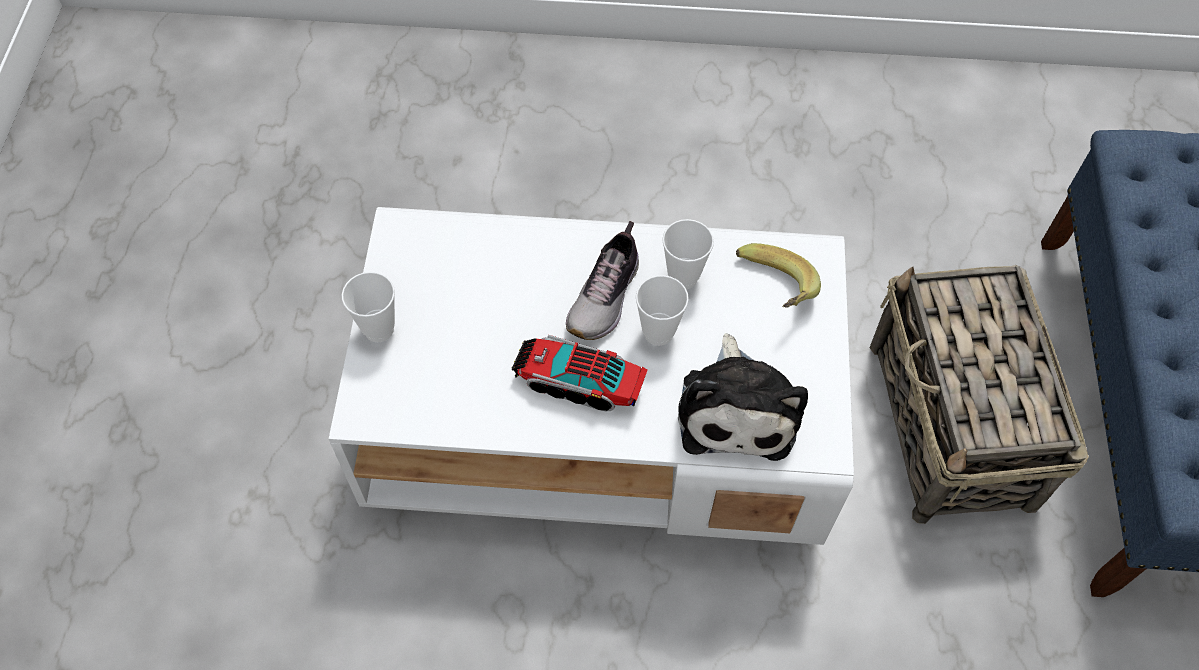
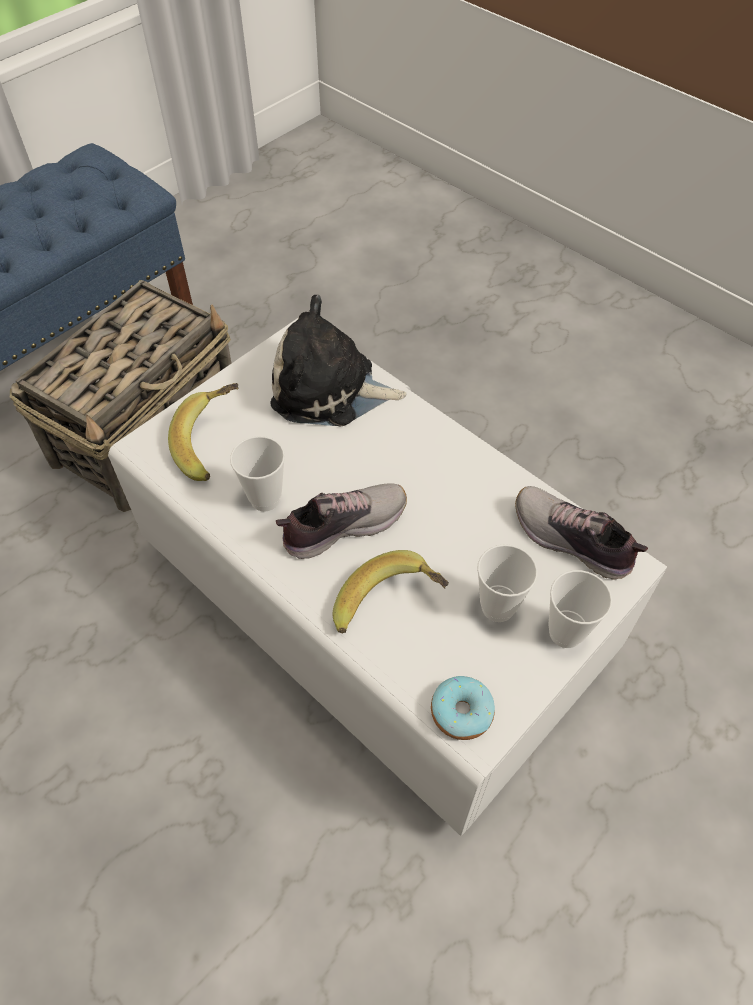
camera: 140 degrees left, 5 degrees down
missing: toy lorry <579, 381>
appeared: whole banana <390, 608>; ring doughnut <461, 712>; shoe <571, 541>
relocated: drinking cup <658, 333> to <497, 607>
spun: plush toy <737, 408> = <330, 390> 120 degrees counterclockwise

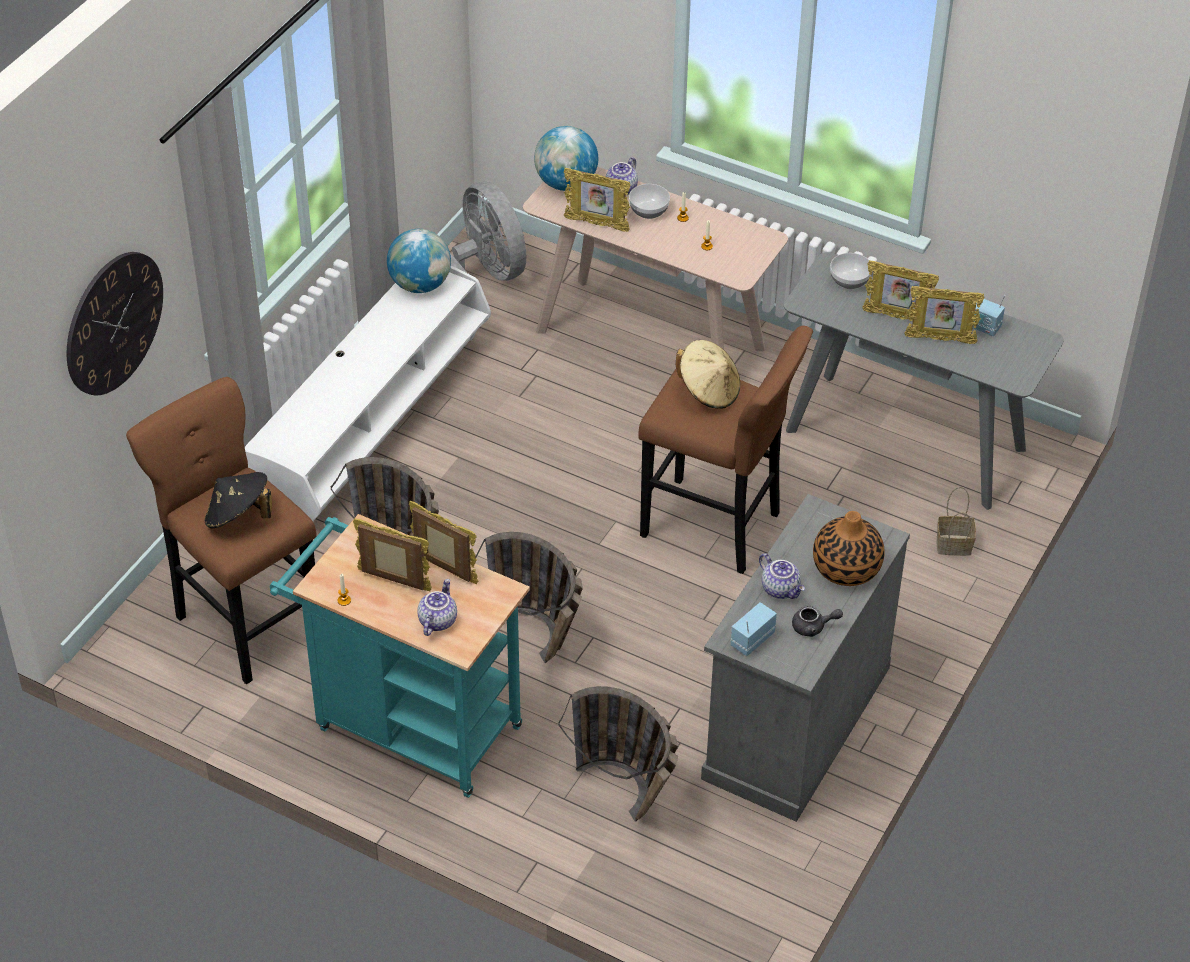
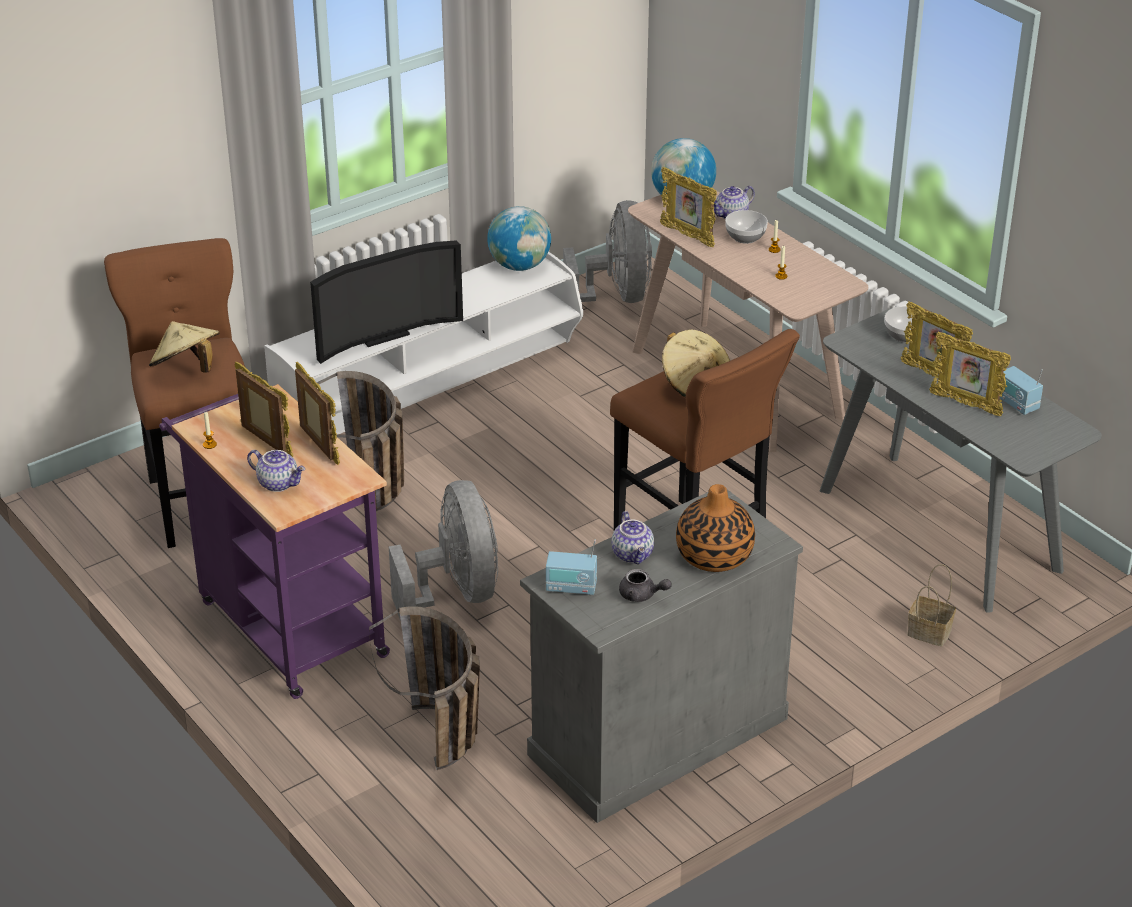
camera: 25 degrees right, 10 degrees down
missing: wall clock <114, 323>
appeared: TV <382, 334>
exchanged: storage basket <541, 643> to grey cooling fan <456, 595>
colour: blackish wearable hat <238, 517> to sand-coloured wearable hat <187, 369>; blue-green trolley <408, 724> to purple-coloured trolley <285, 622>
spun: tea pot <437, 620> = <279, 483> 75 degrees clockwise; radio <752, 640> = <571, 588> 150 degrees counterclockwise

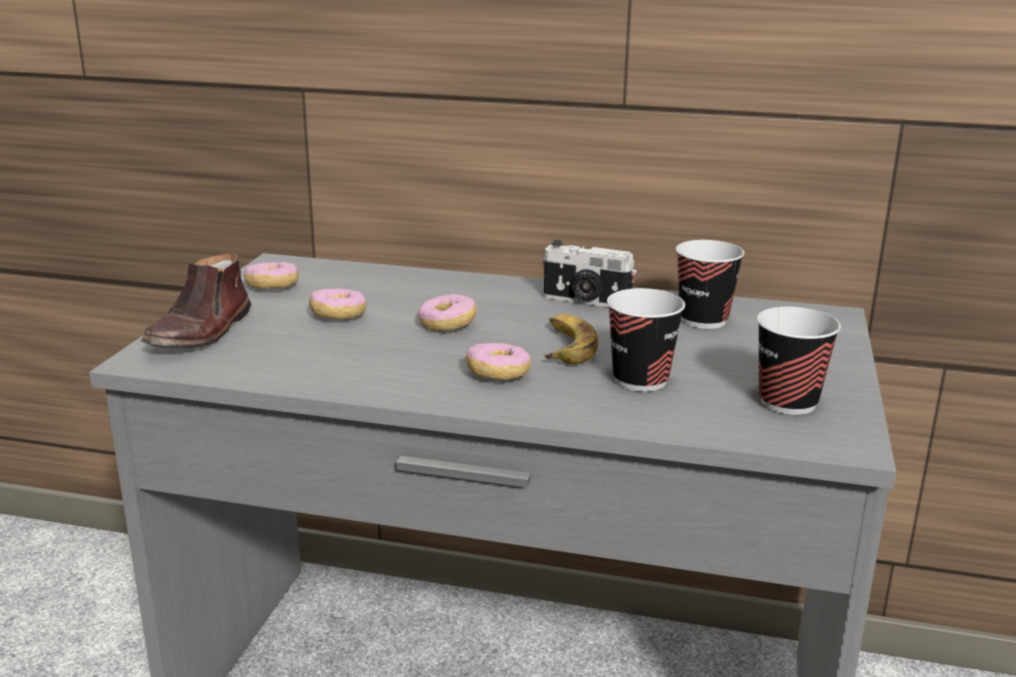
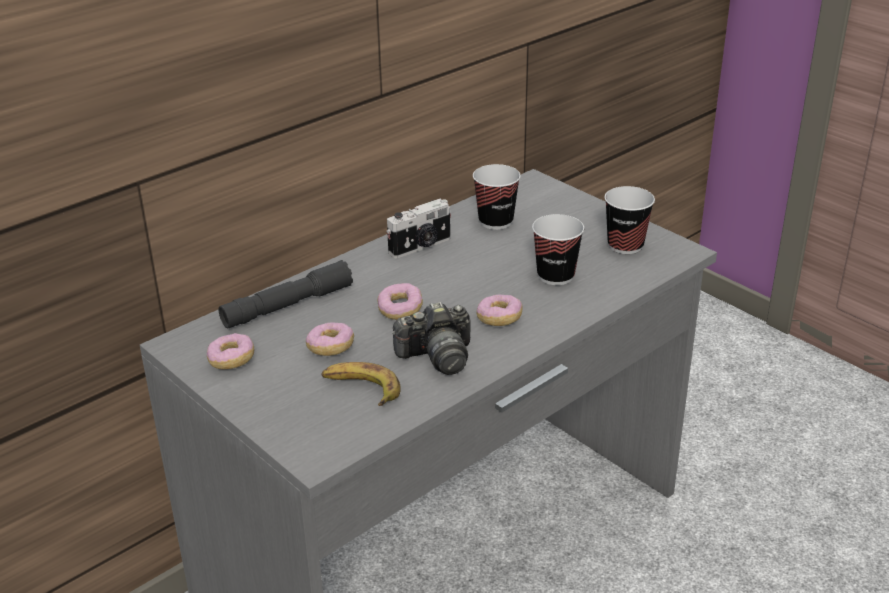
camera: 55 degrees left, 10 degrees up
missing: brown-coloured shoe <202, 332>
appeared: grey torch <287, 306>; still camera <437, 357>
relocated: whole banana <565, 347> to <361, 389>

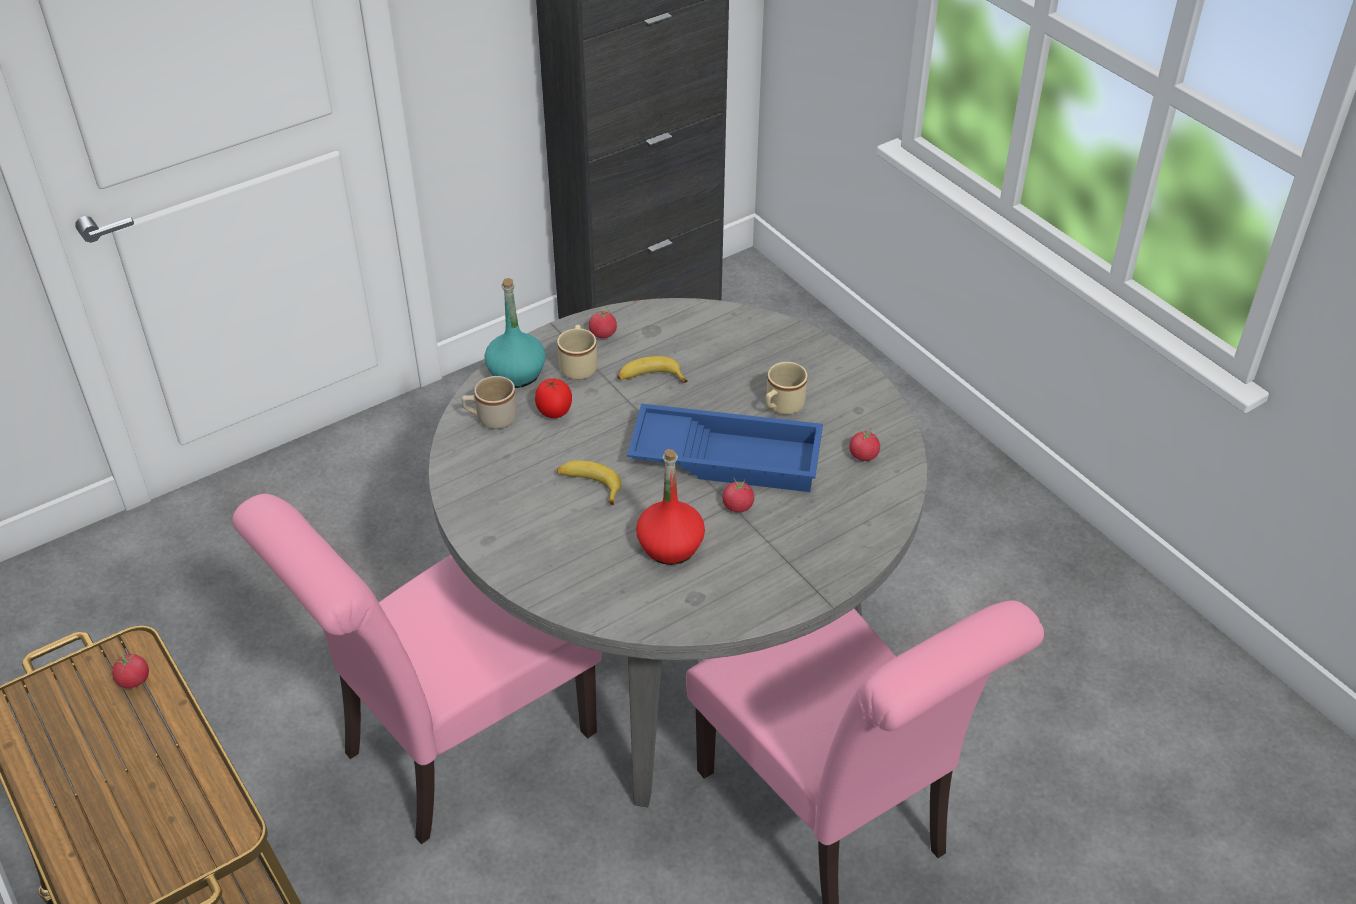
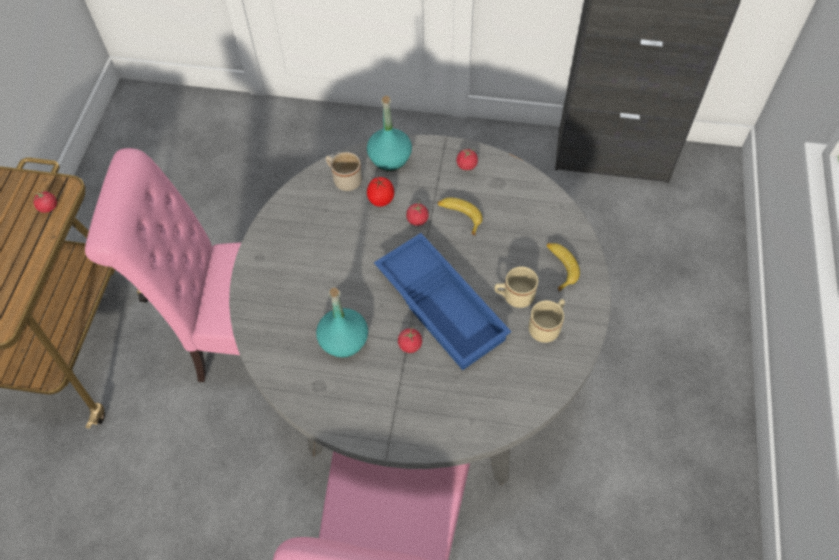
camera: 45 degrees right, 15 degrees up
relocated: sand-coloured tea mug <578, 365> to <547, 326>; whole banana <589, 485> to <559, 267>; whole tomato <863, 455> to <417, 220>
colour: red beverage bottle <670, 546> to blue-green beverage bottle <344, 340>

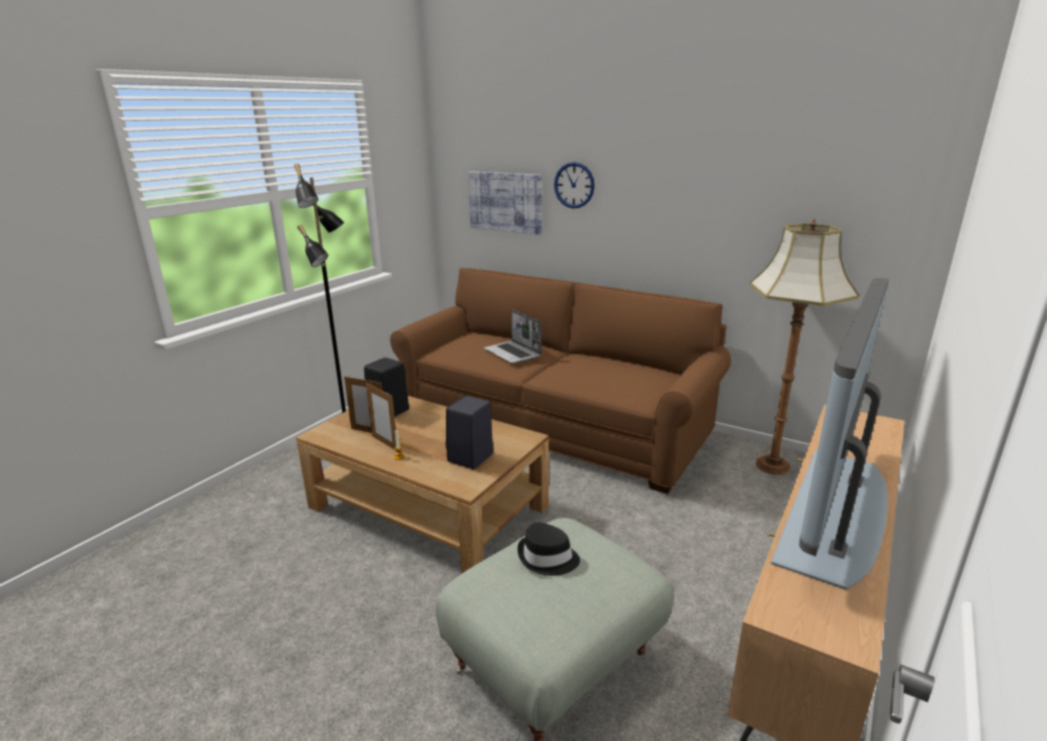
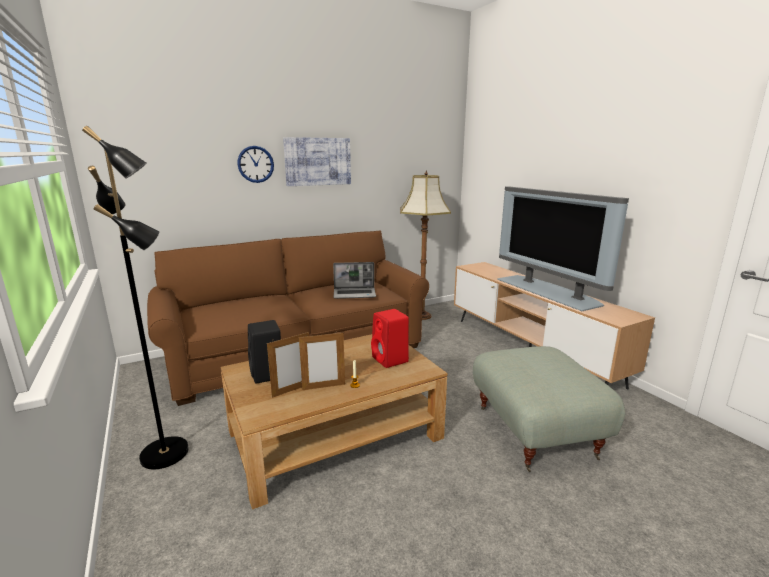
camera: 60 degrees left, 5 degrees down
missing: blackish wearable hat <547, 558>
relocated: wall picture <505, 202> to <318, 161>; portable computer <513, 353> to <355, 294>
colour: blackish loudspeaker <470, 459> to red loudspeaker <391, 360>

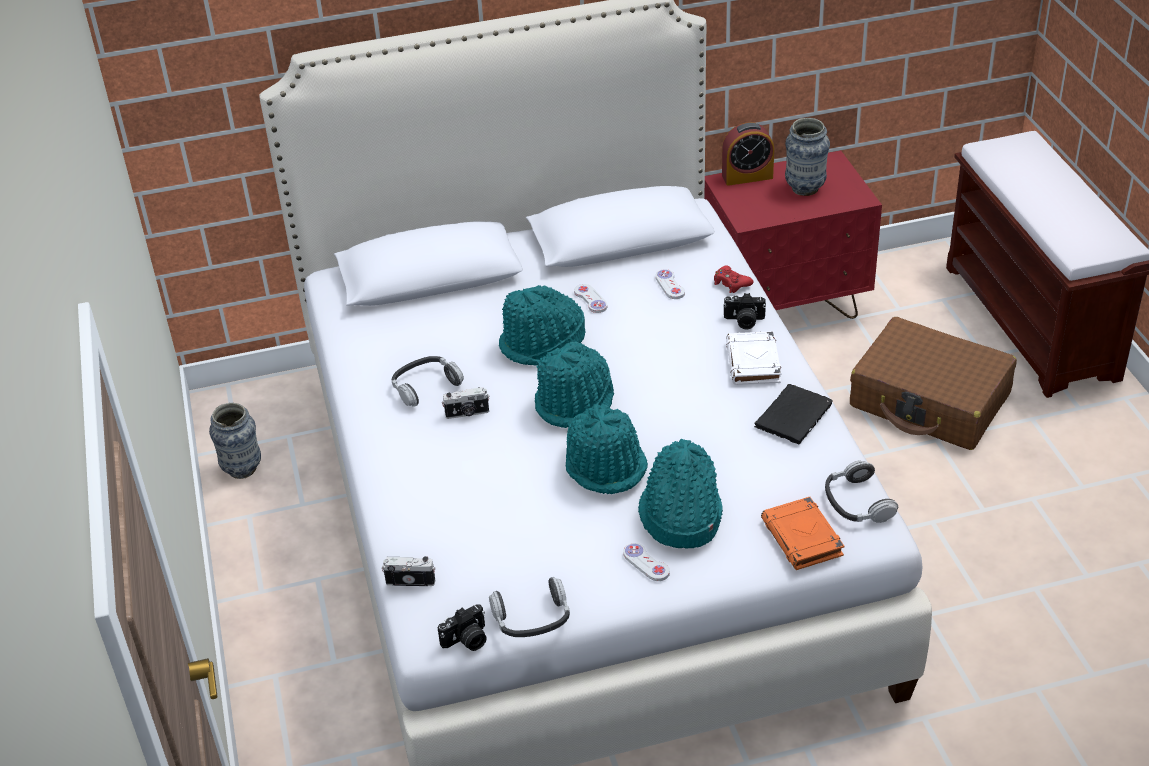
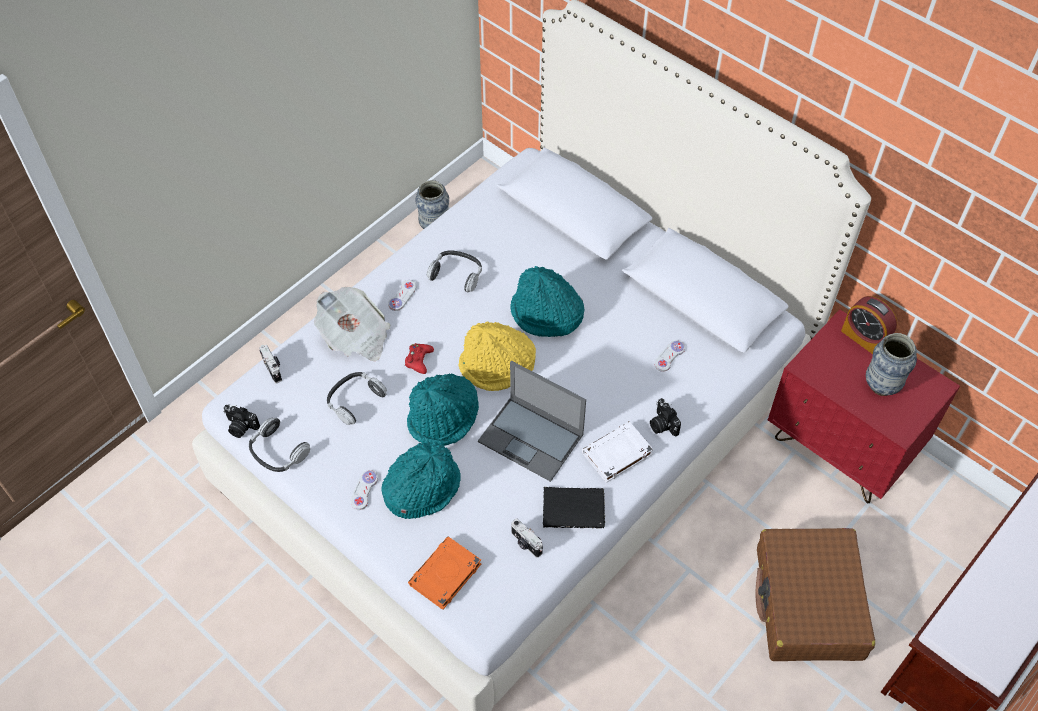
camera: 55 degrees right, 15 degrees up
appeared: daily paper <355, 336>; portable computer <532, 438>
relocated: still camera <467, 414> to <525, 543>; white-coloured game controller <590, 299> to <402, 296>; red game controller <731, 283> to <418, 360>; pair of headphones <857, 502> to <355, 400>
colour: blue-green wearable hat <575, 401> to yellowish wearable hat <497, 366>

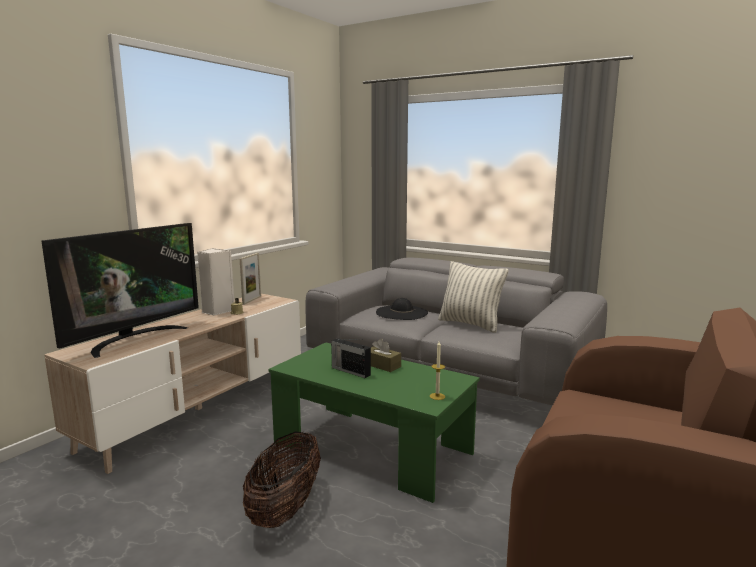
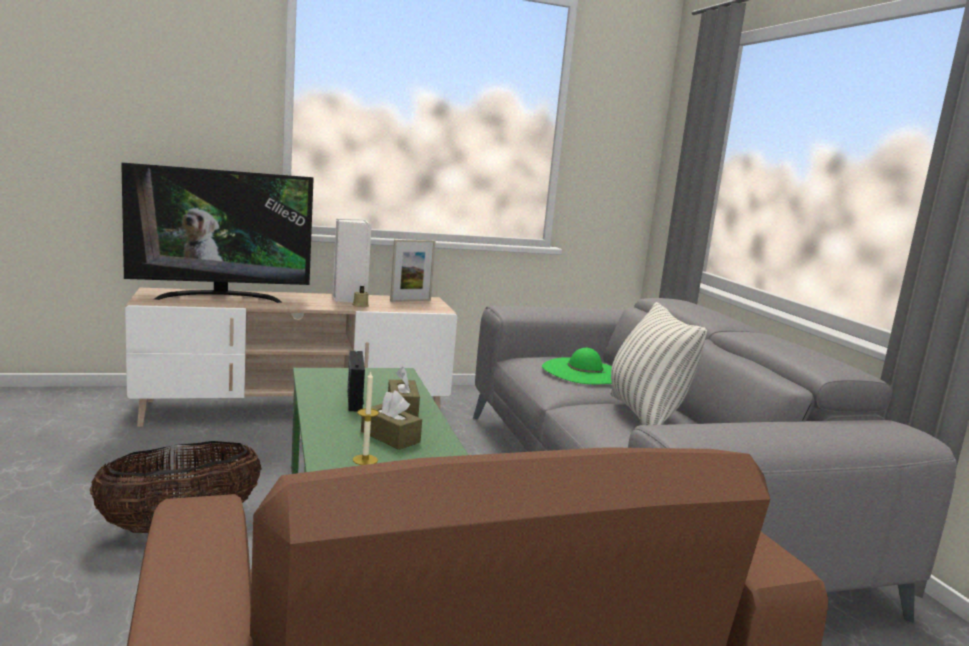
camera: 40 degrees right, 0 degrees up
appeared: brown-coloured box of tissues <390, 437>
colour: blackish wearable hat <401, 312> to greenish wearable hat <584, 372>

